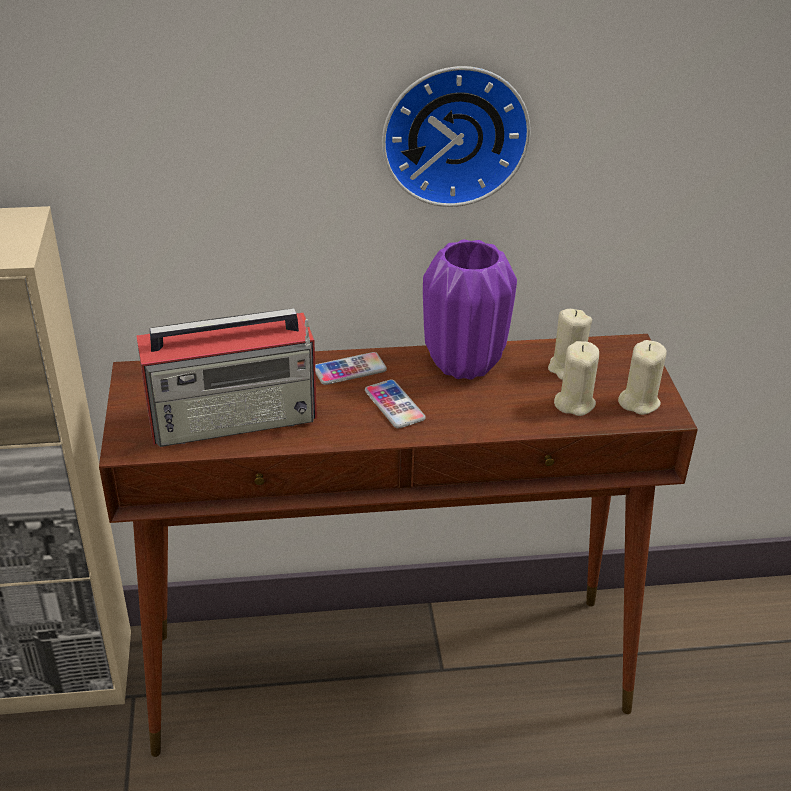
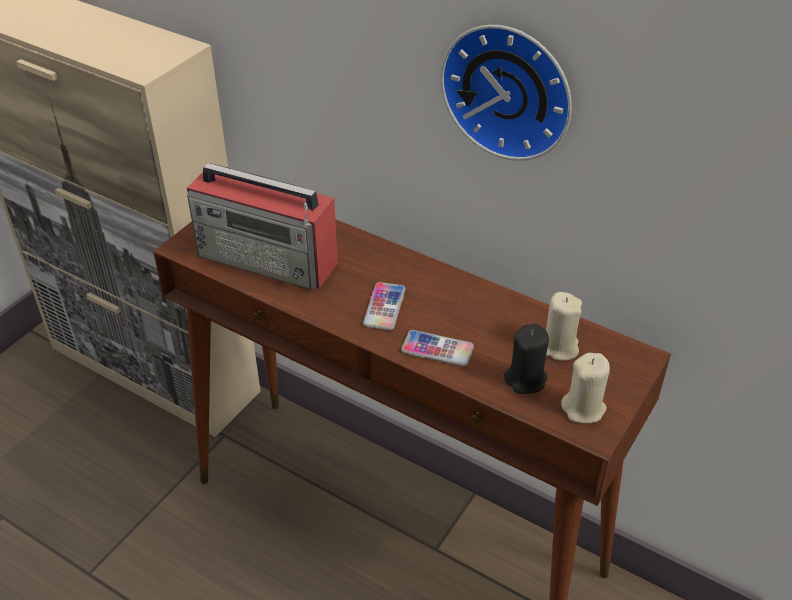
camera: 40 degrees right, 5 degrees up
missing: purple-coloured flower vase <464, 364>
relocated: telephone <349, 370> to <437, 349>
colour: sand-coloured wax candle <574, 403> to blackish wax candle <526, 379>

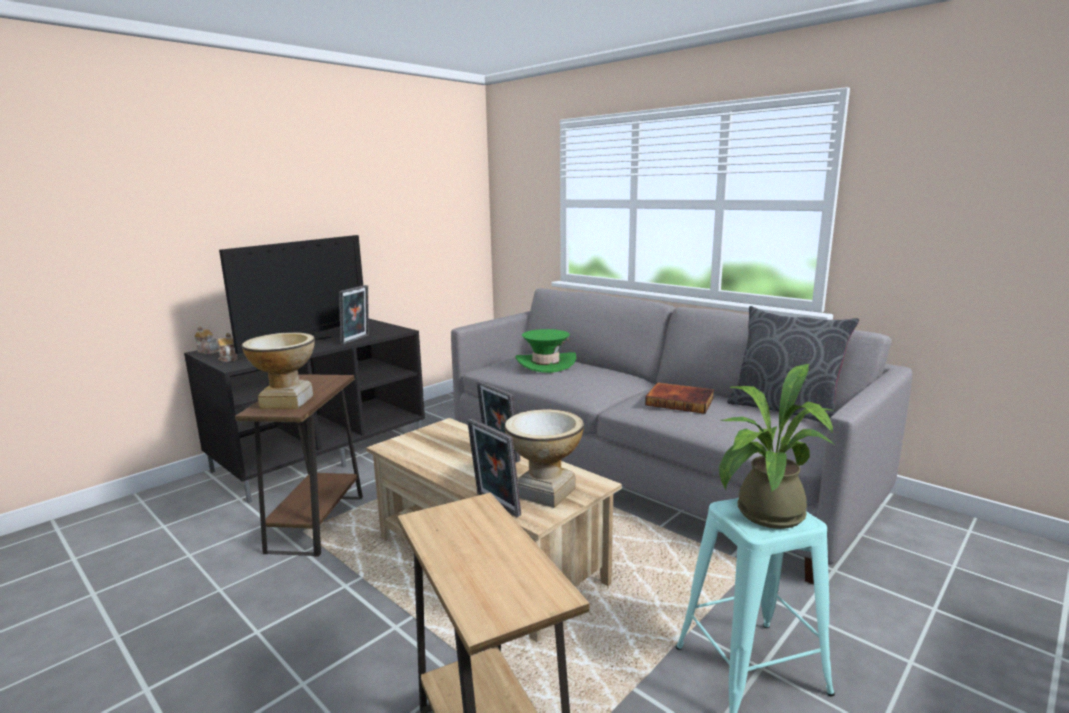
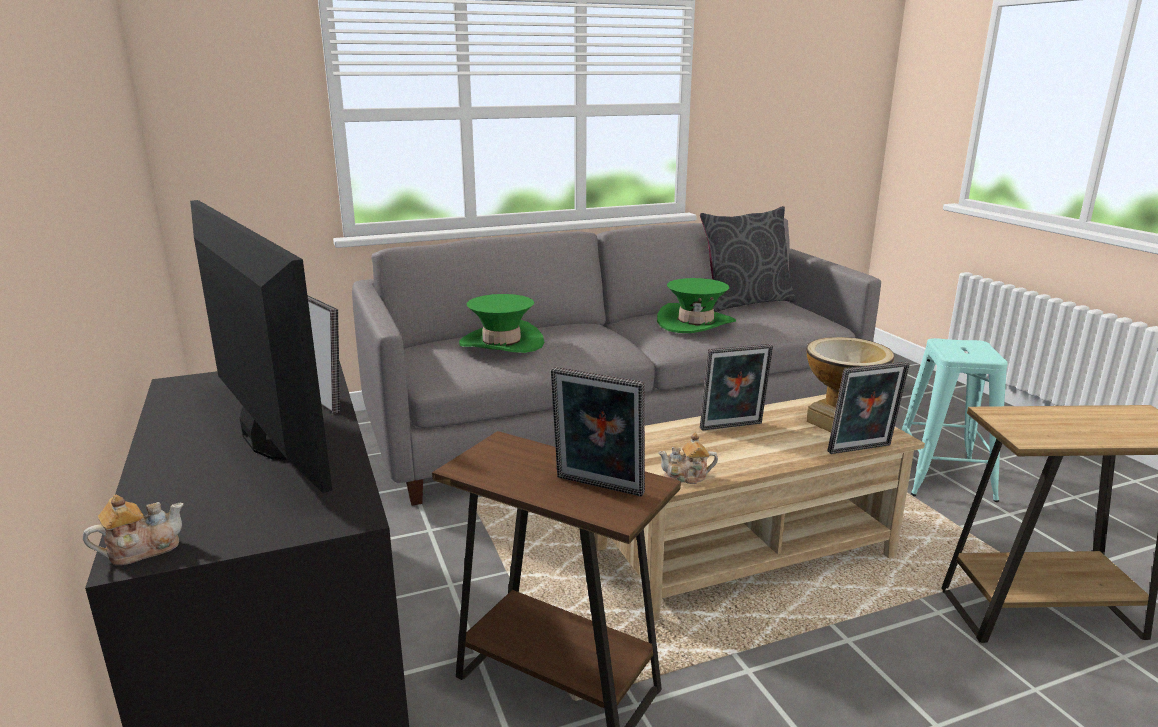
camera: 65 degrees left, 5 degrees up
missing: plant in a pot <763, 516>
relocated: tea pot <228, 358> to <686, 476>
exchanged: flower vase <287, 402> to standing frame <597, 488>; book <680, 401> to greenish wearable hat <695, 323>

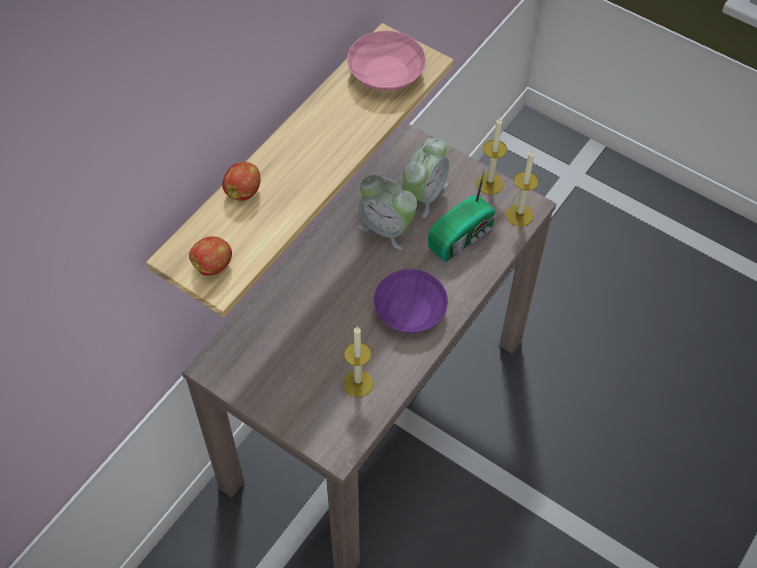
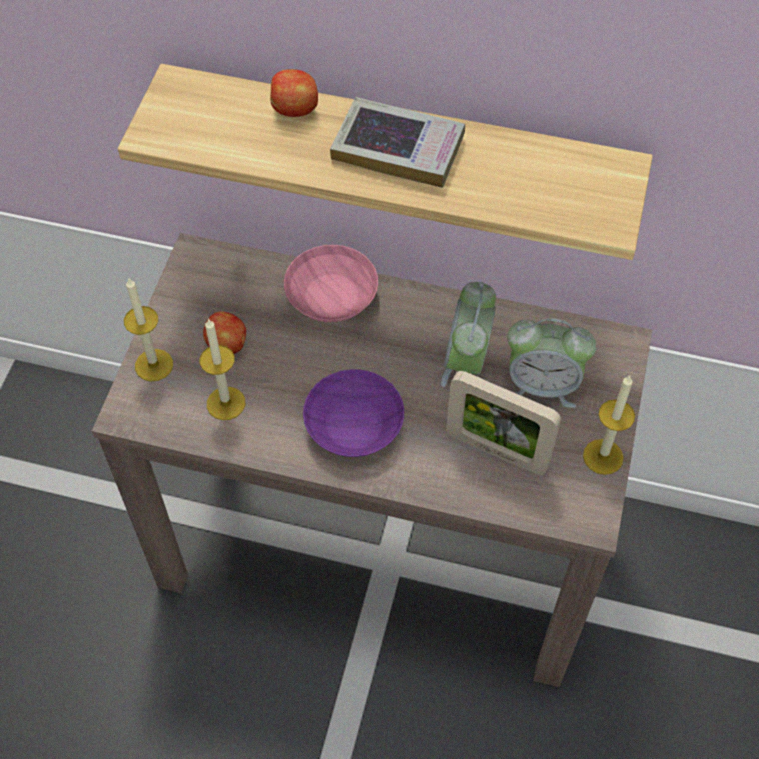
camera: 70 degrees right, 0 degrees up
appeared: book <398, 149>
relocated: apple fruit <213, 265> to <228, 345>; pink bowl <388, 72> to <333, 297>; wax candle <519, 215> to <154, 365>
exchanged: radio <463, 237> to standing frame <496, 451>

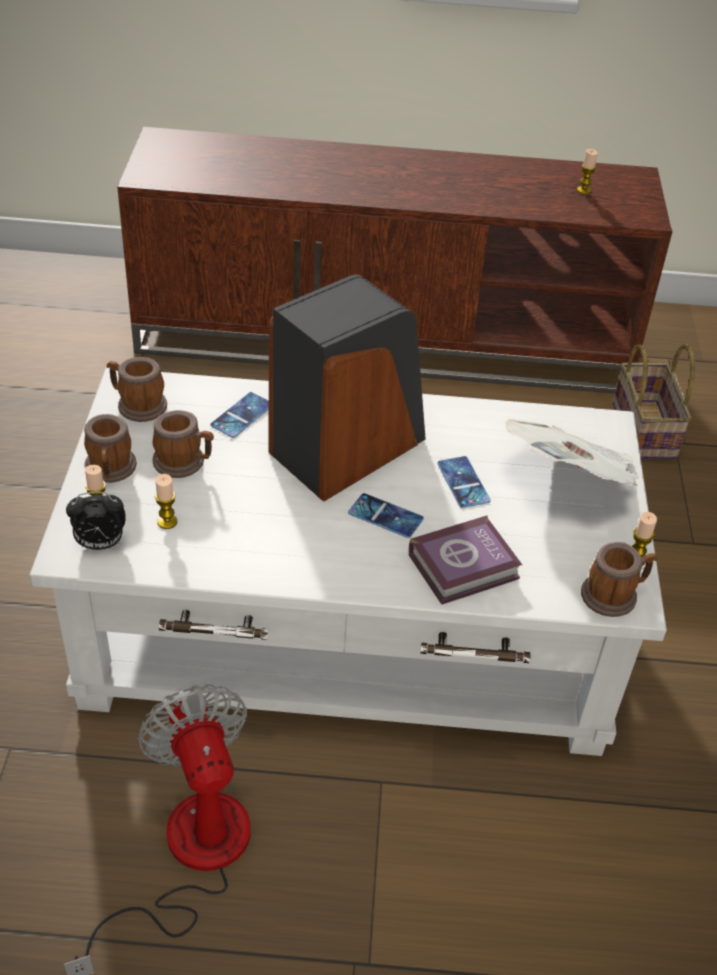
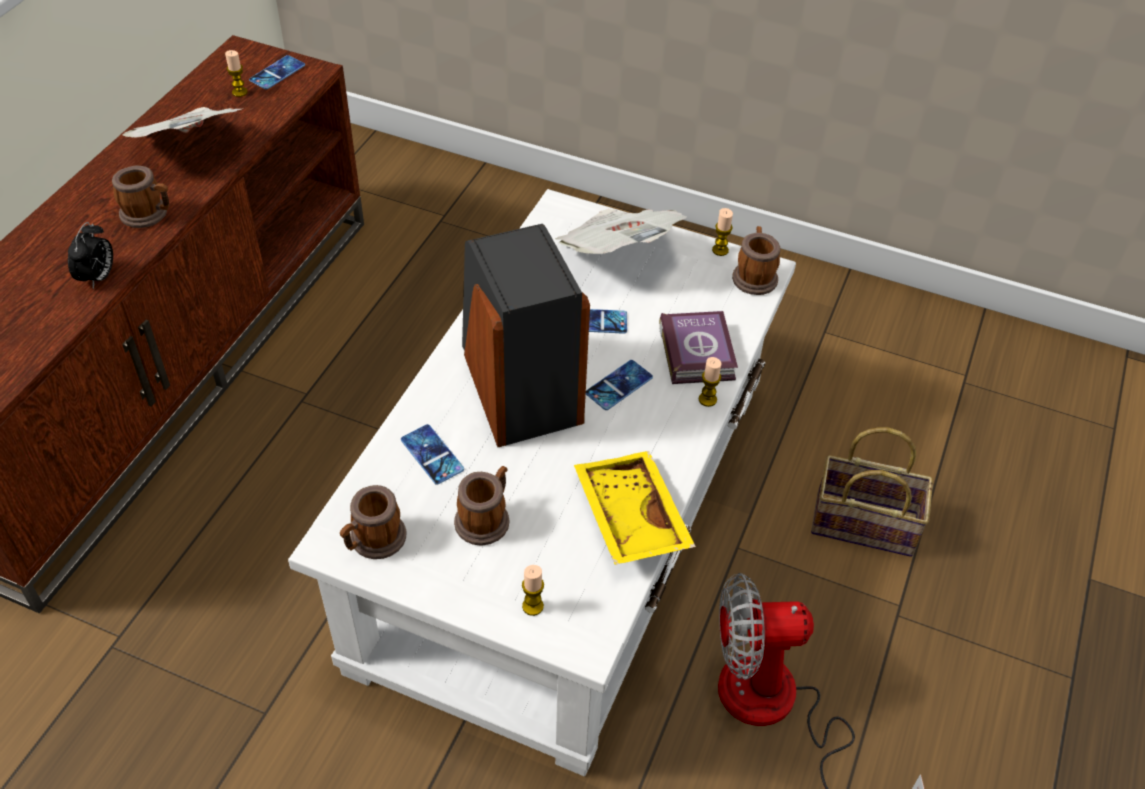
camera: 70 degrees left, 5 degrees up
appeared: daily paper <191, 147>; telephone <277, 73>; yellowish tray <628, 518>
relocated: bedside clock <100, 544> to <98, 278>; tea mug <110, 470> to <149, 214>; wax candle <167, 522> to <707, 399>; storage basket <646, 431> to <866, 523>

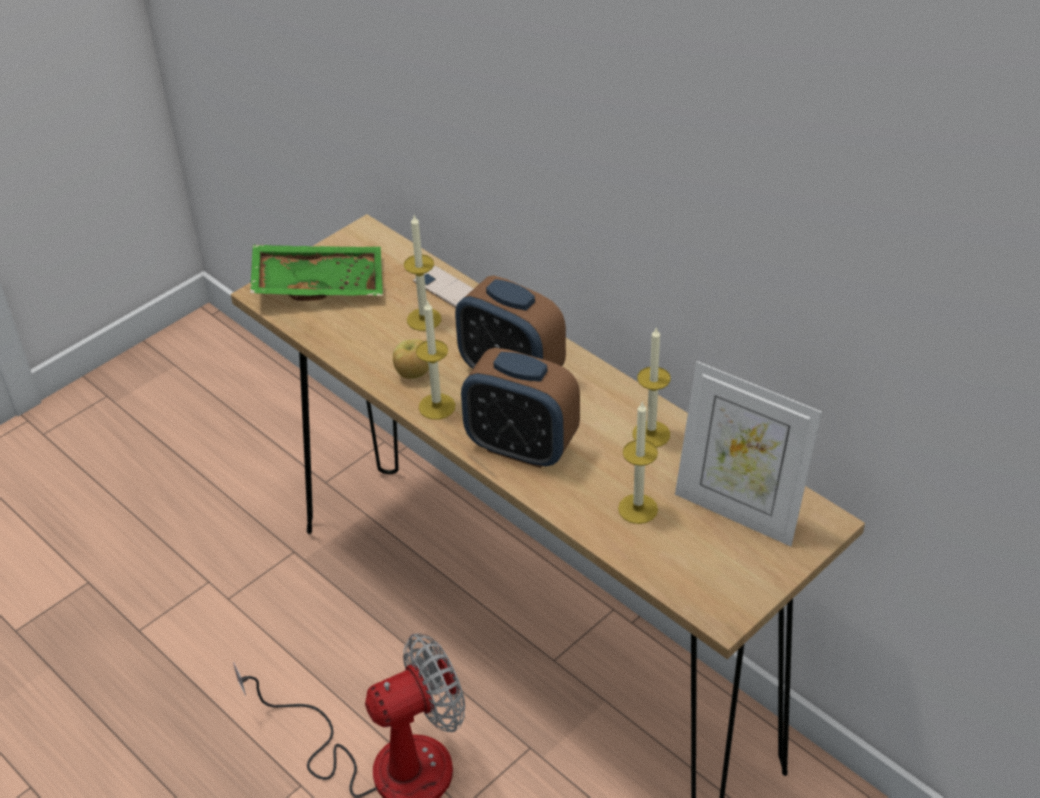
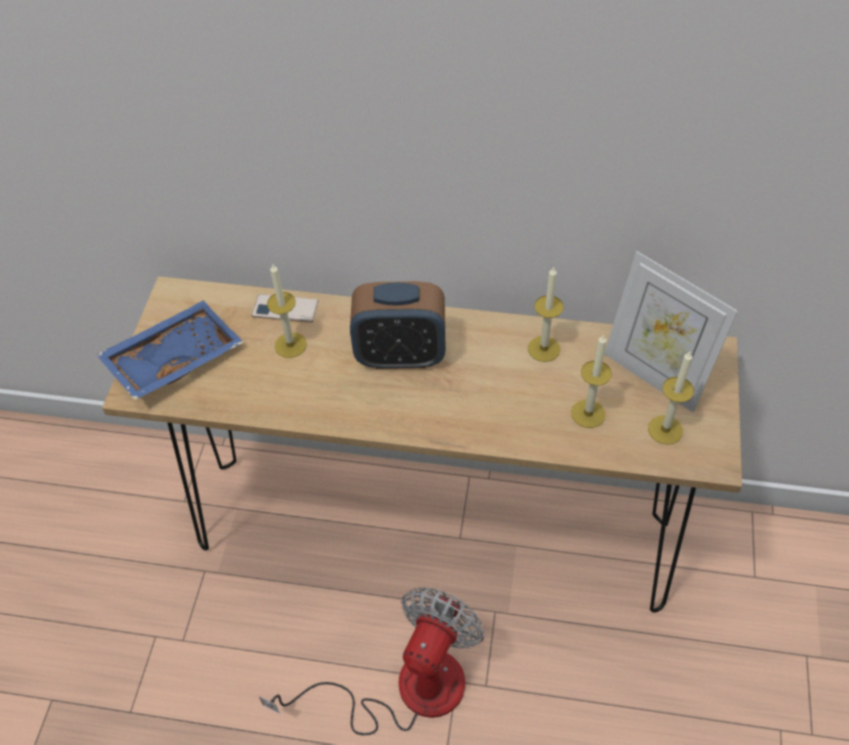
camera: 35 degrees left, 10 degrees up
missing: apple fruit <413, 374>; bedside clock <521, 447>
relocated: wax candle <437, 406> to <665, 429>
colour: greenish tray <319, 283> to blue tray <173, 358>
spun: standing frame <738, 511> = <654, 375> 45 degrees clockwise

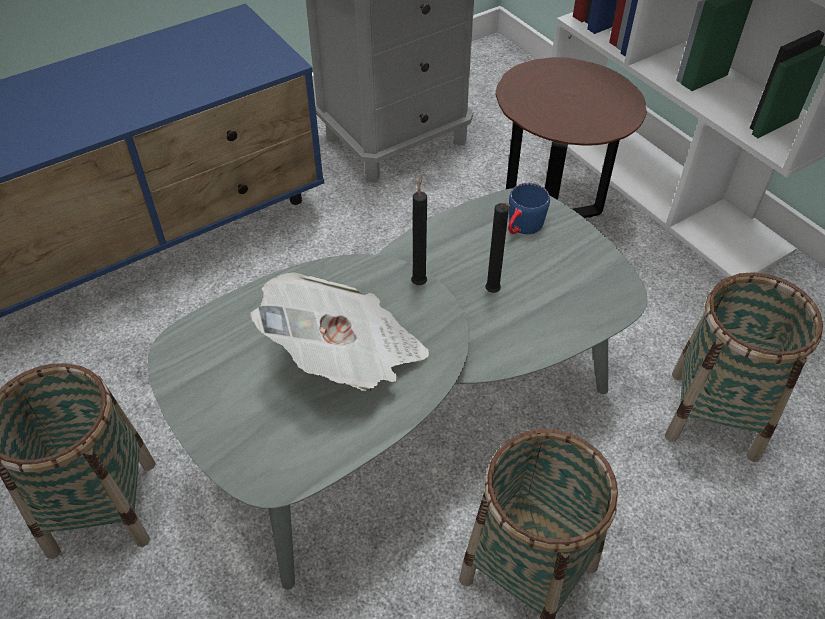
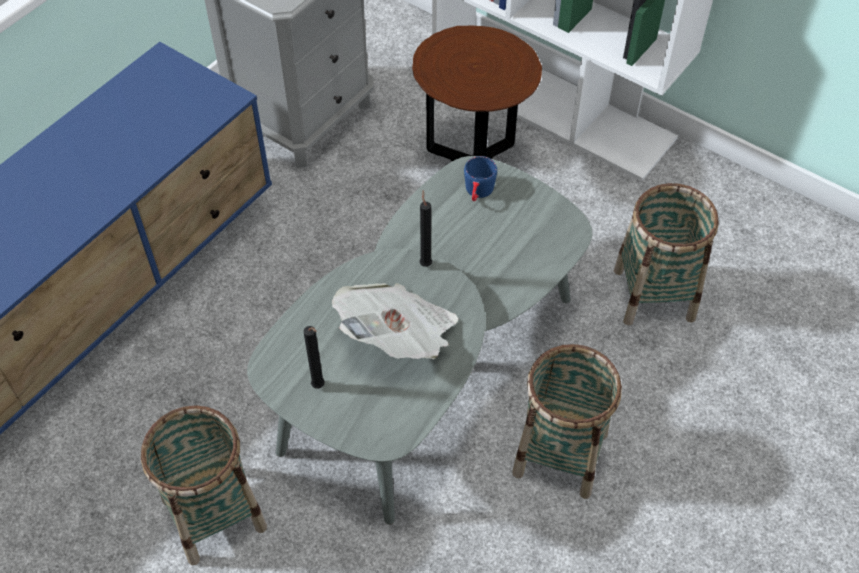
camera: 20 degrees left, 5 degrees up
relocated: blackish wax candle <493, 293> to <319, 387>

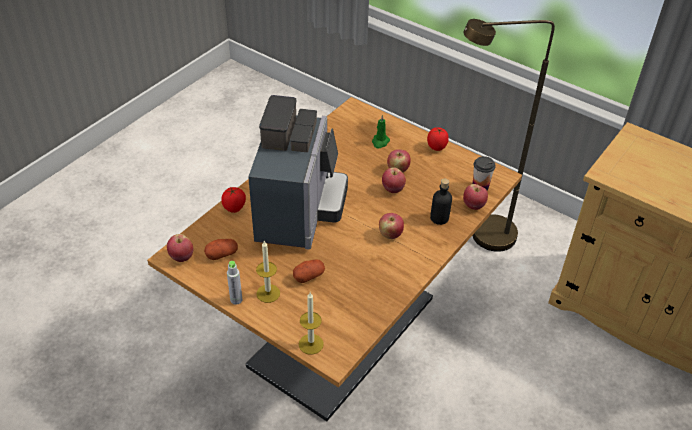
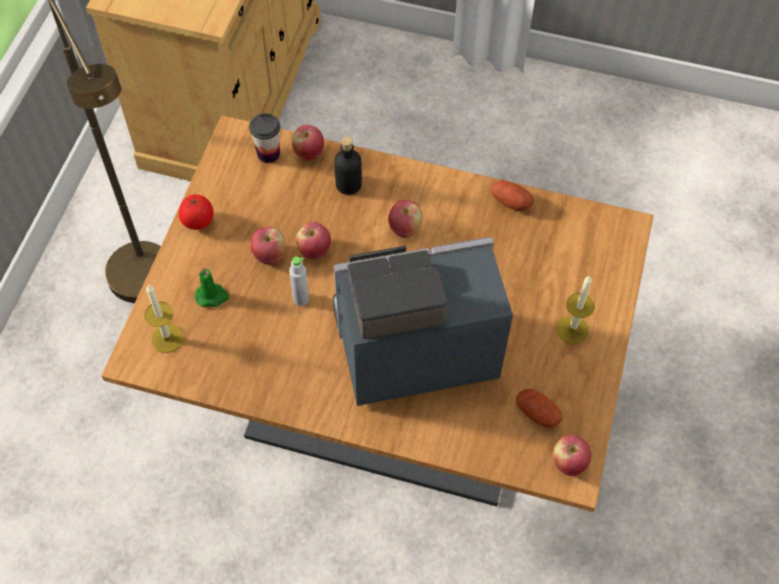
camera: 110 degrees left, 15 degrees up
missing: whole tomato <234, 208>
relocated: grey beverage bottle <236, 300> to <301, 299>; potato <309, 276> to <510, 202>; wax candle <311, 344> to <167, 338>

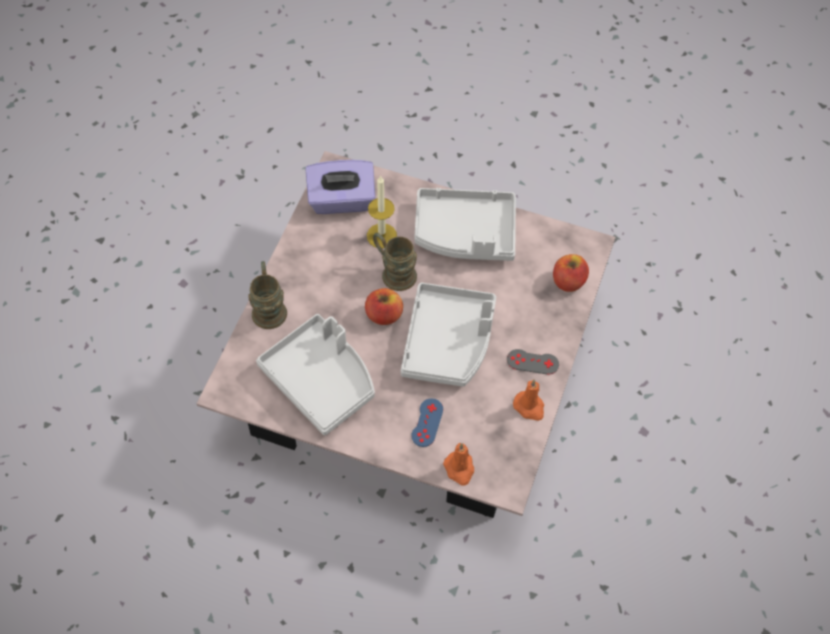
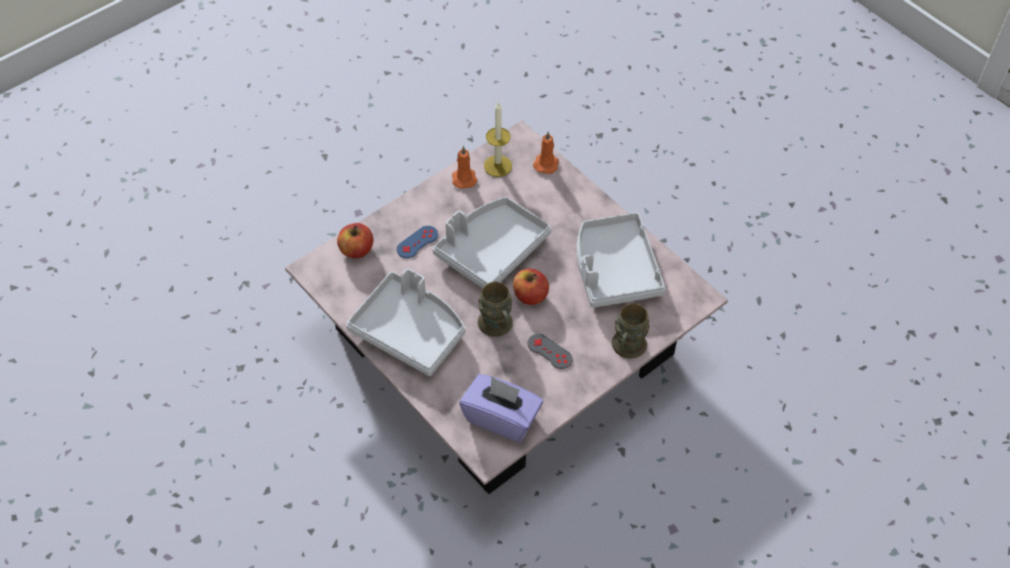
camera: 150 degrees left, 5 degrees down
relocated: wax candle <381, 236> to <497, 166>; blue game controller <427, 422> to <417, 242>; grey game controller <532, 362> to <549, 351>

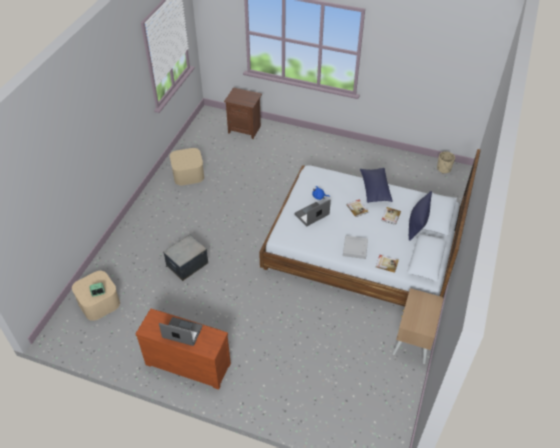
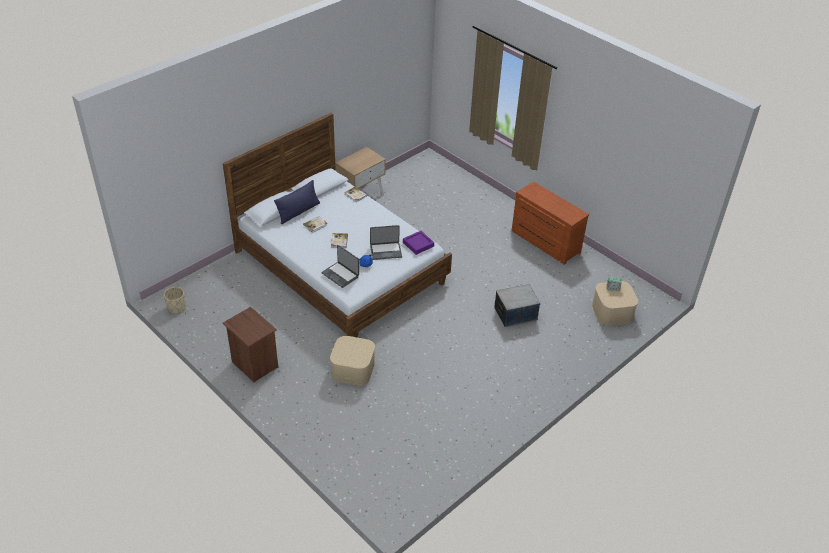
camera: 155 degrees left, 5 degrees down
missing: grey tray <355, 249>; blue throw pillow <375, 190>
appeared: purple-coloured tray <418, 244>
relocated: portable computer <182, 333> to <341, 275>; sand-coloured storage bin <188, 174> to <353, 369>; brown-coloured night table <245, 129> to <254, 365>

